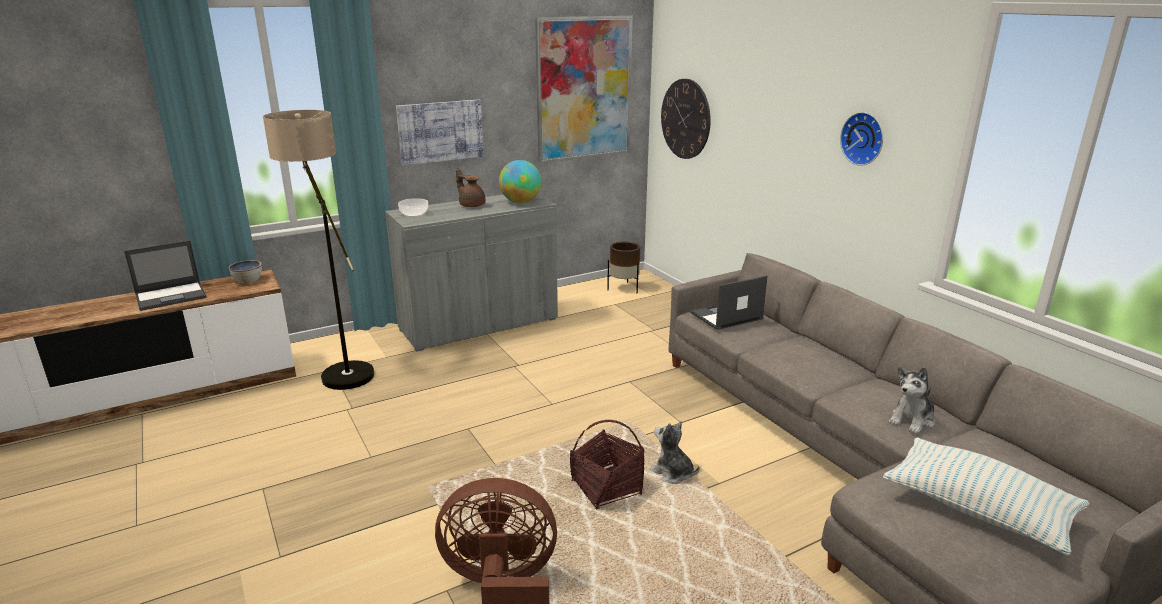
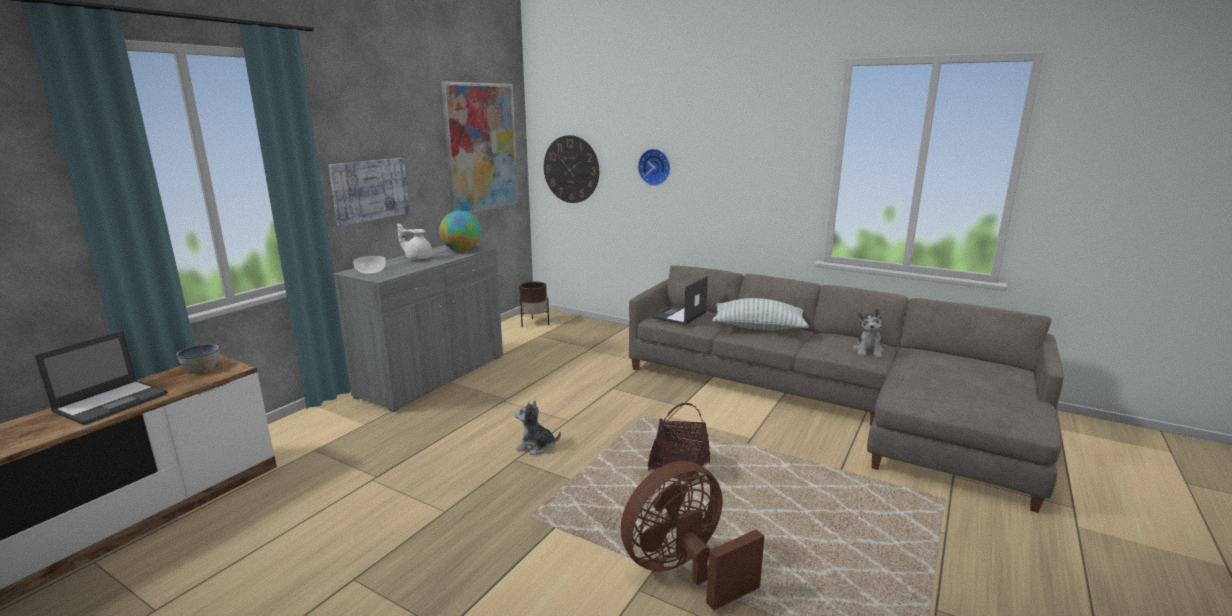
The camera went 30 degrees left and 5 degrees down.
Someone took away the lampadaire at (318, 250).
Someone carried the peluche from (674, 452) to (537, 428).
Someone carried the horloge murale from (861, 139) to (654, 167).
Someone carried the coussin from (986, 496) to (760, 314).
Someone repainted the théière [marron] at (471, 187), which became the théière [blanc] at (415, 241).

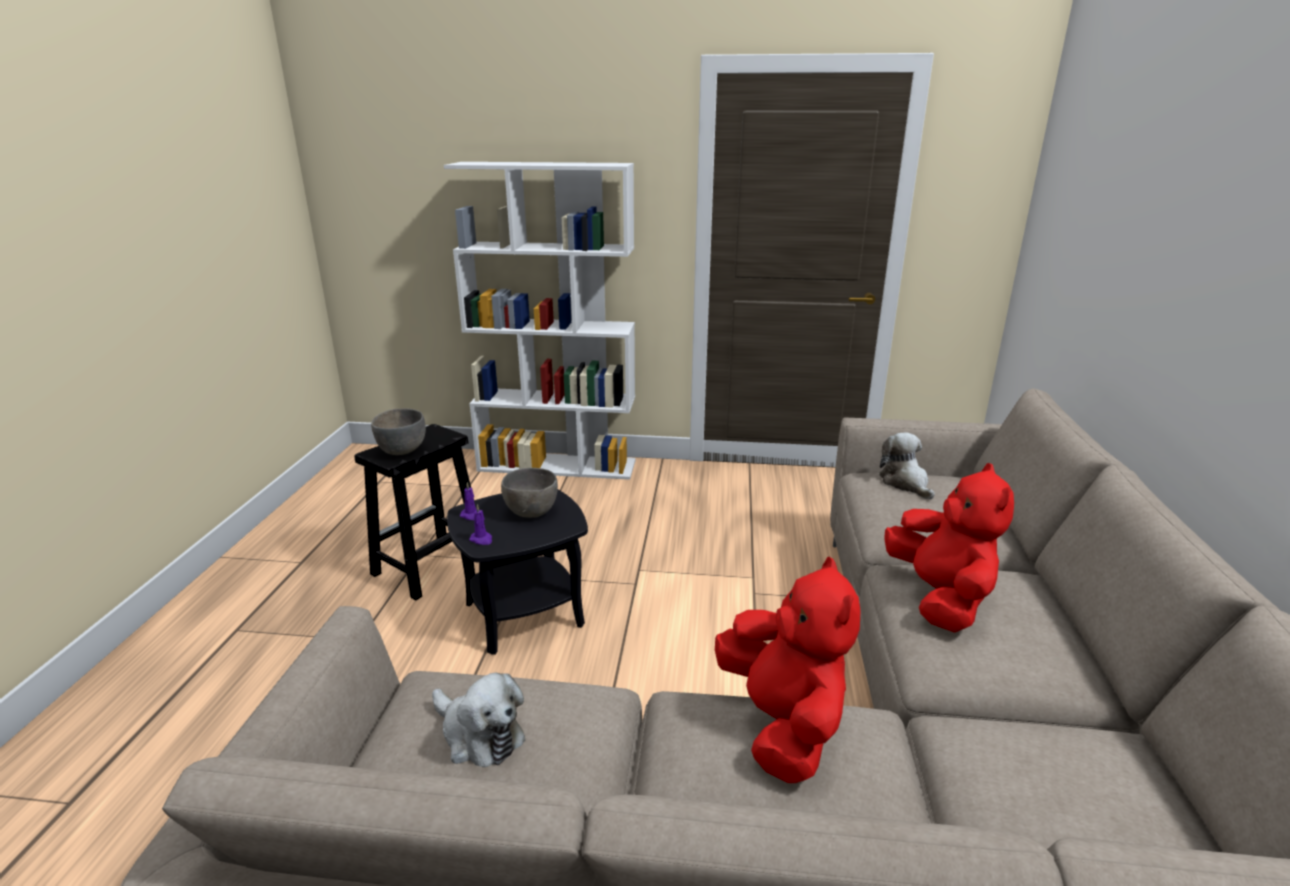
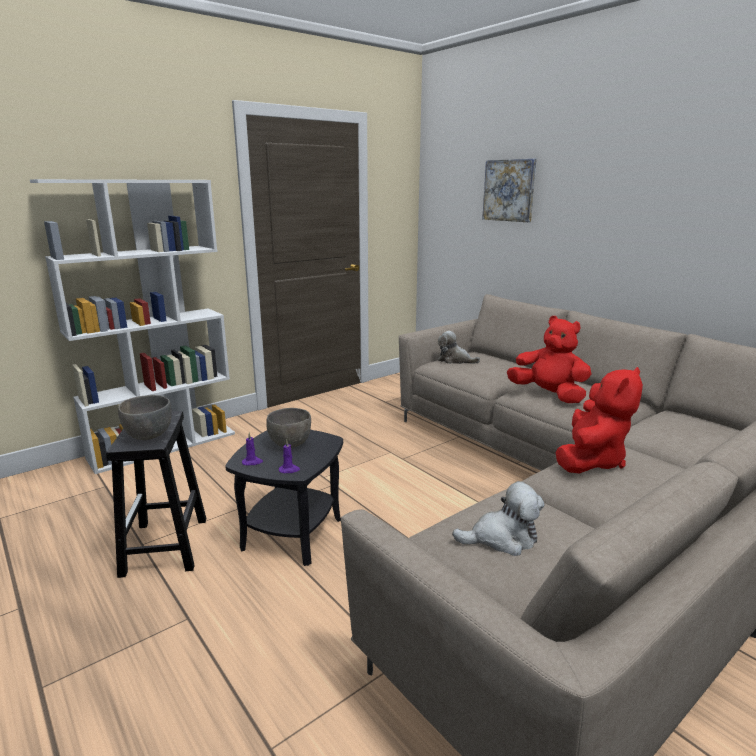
The camera went 45 degrees left and 5 degrees down.
Someone put up the tableau at (509, 190).
Someone rotated the peluche [rouge] at (788, 670) by 90 degrees clockwise.

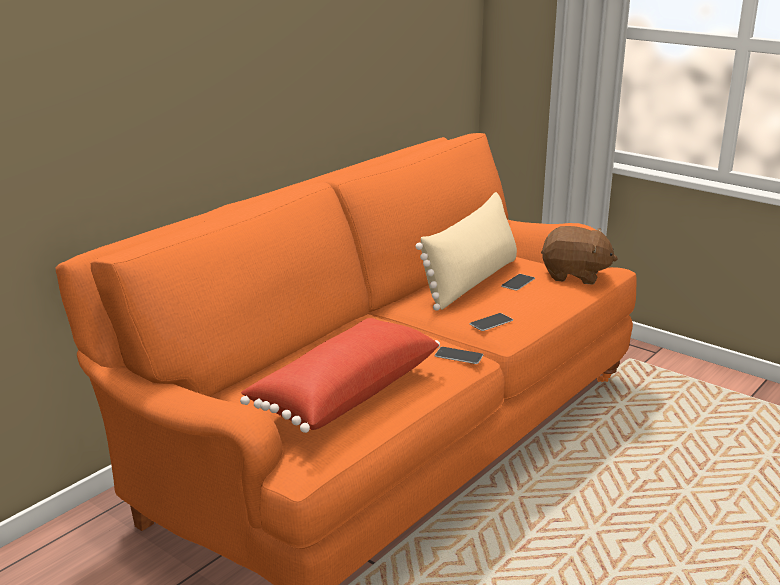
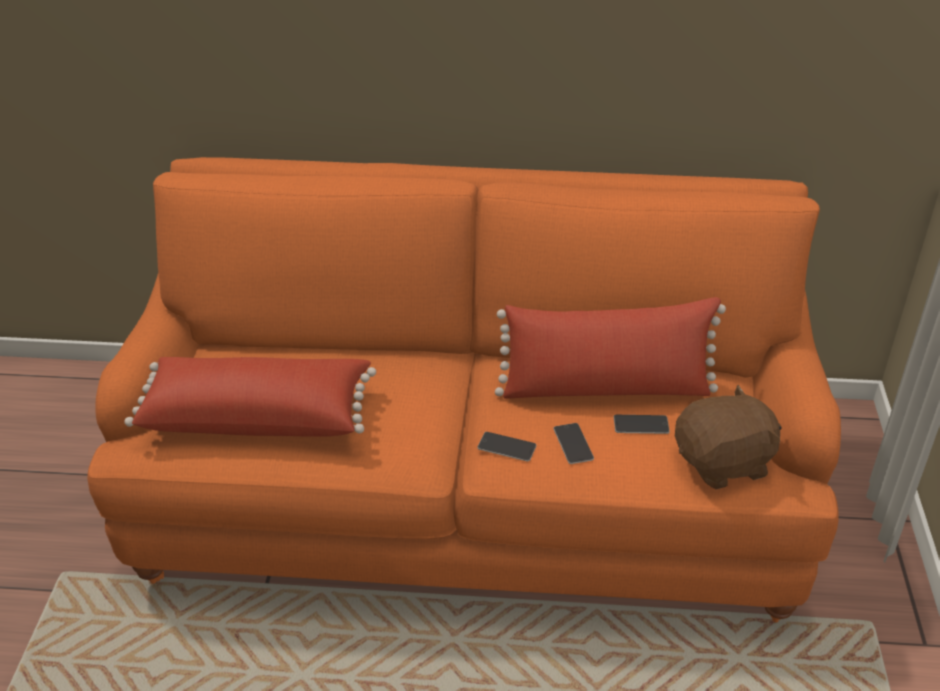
The camera went 55 degrees right and 15 degrees up.
Someone carried the téléphone from (459, 355) to (573, 443).
Someone repainted the coussin [beige] at (466, 251), which became the coussin [rouge] at (610, 348).
Someone rotated the peluche [marron] at (579, 255) by 90 degrees counterclockwise.

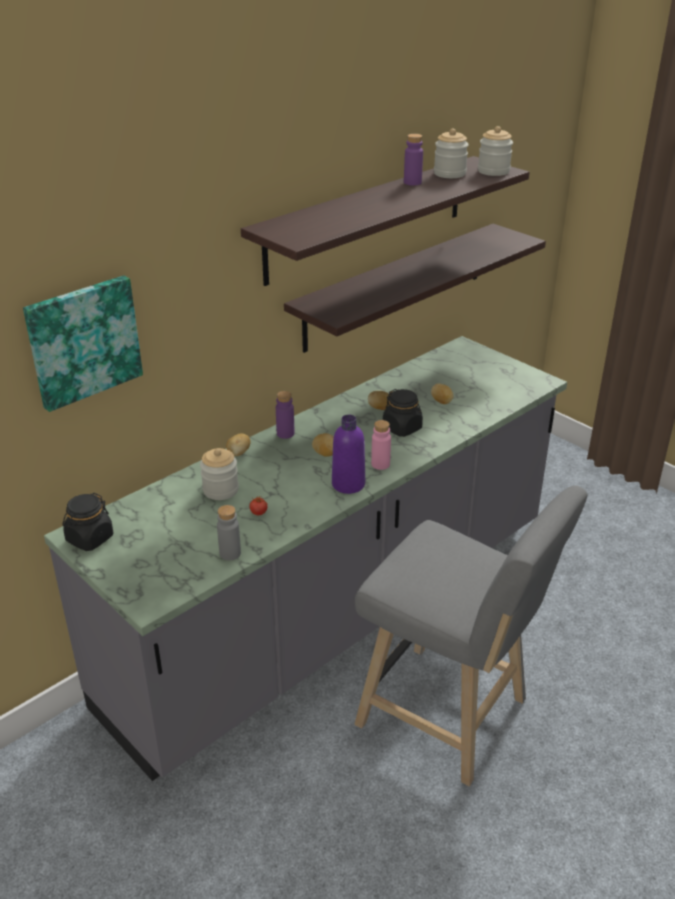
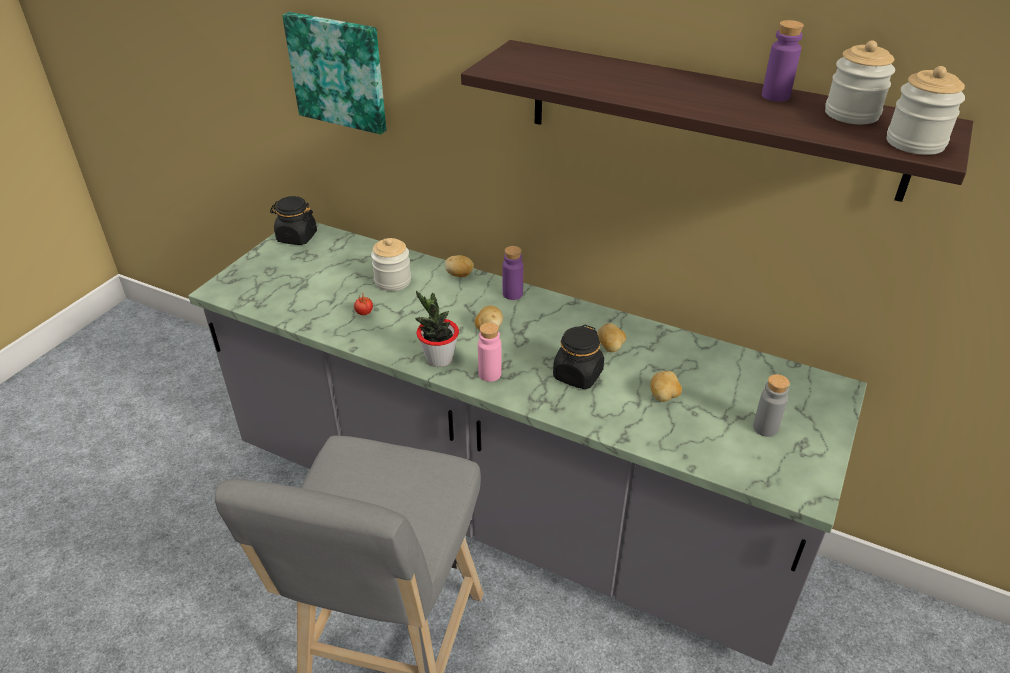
The camera went 70 degrees right and 5 degrees up.
Someone took away the étagère at (415, 288).
Someone carried the bouteille [gris] from (229, 532) to (771, 405).
Someone swapped the bouteille [violet] at (348, 454) for the plante en pot at (437, 328).

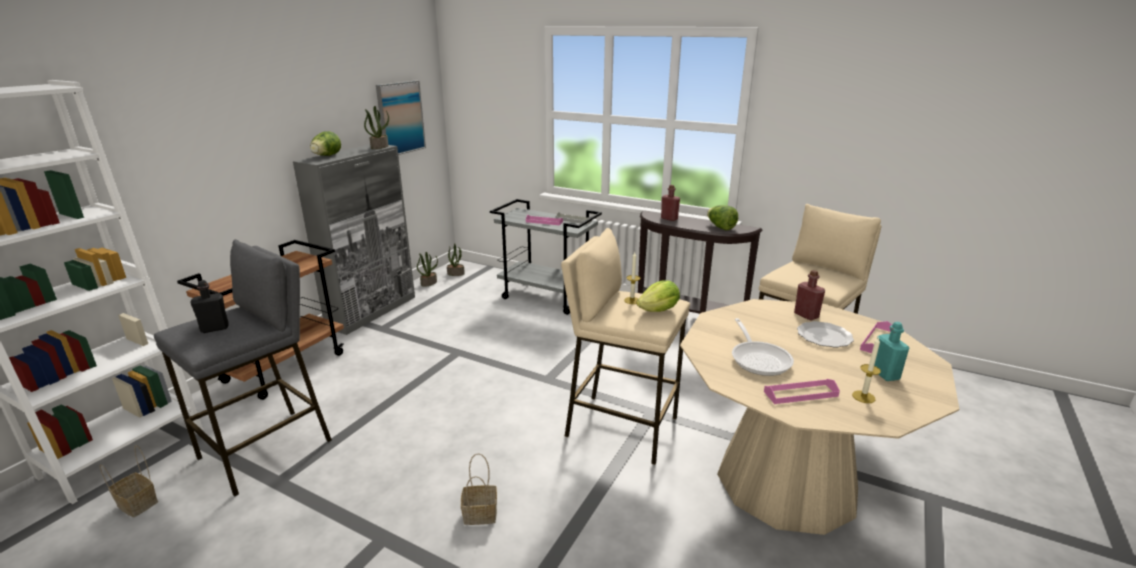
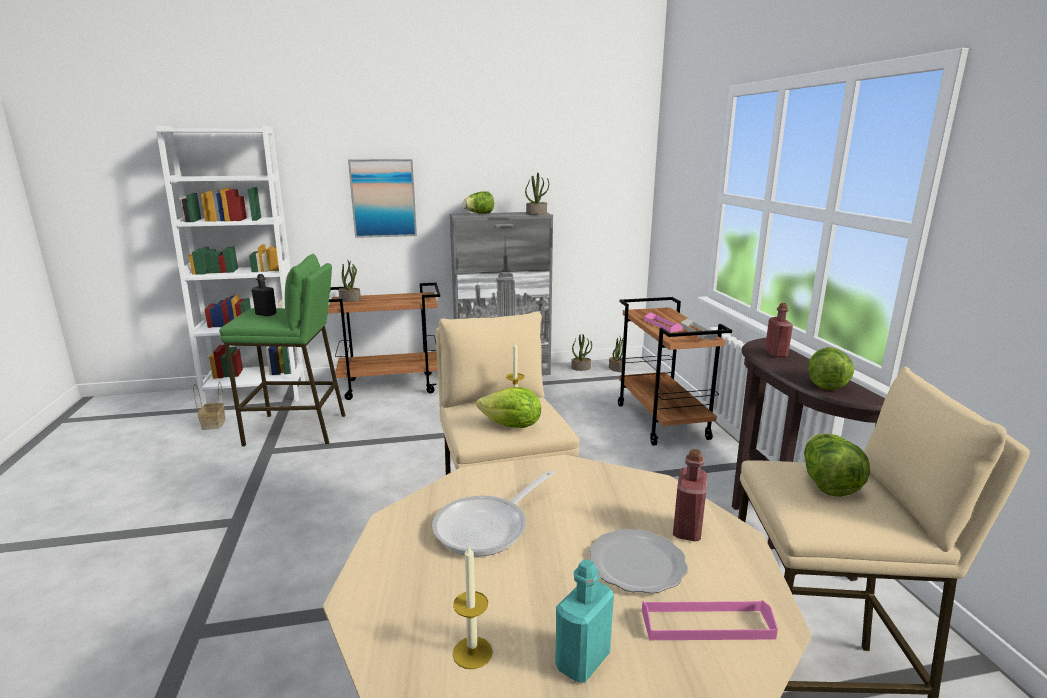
The camera went 50 degrees right and 5 degrees down.
Someone took away the panier at (479, 489).
Someone took away the plateau [rose] at (802, 391).
Someone put down the plante en pot at (349, 280).
Someone put down the laitue at (837, 465).
Someone carried the tableau from (401, 117) to (382, 198).
Someone repainted the tabouret [gris] at (243, 367), which became the tabouret [vert] at (282, 350).
Someone repainted the chariot [gris] at (546, 257), which became the chariot [marron] at (675, 371).

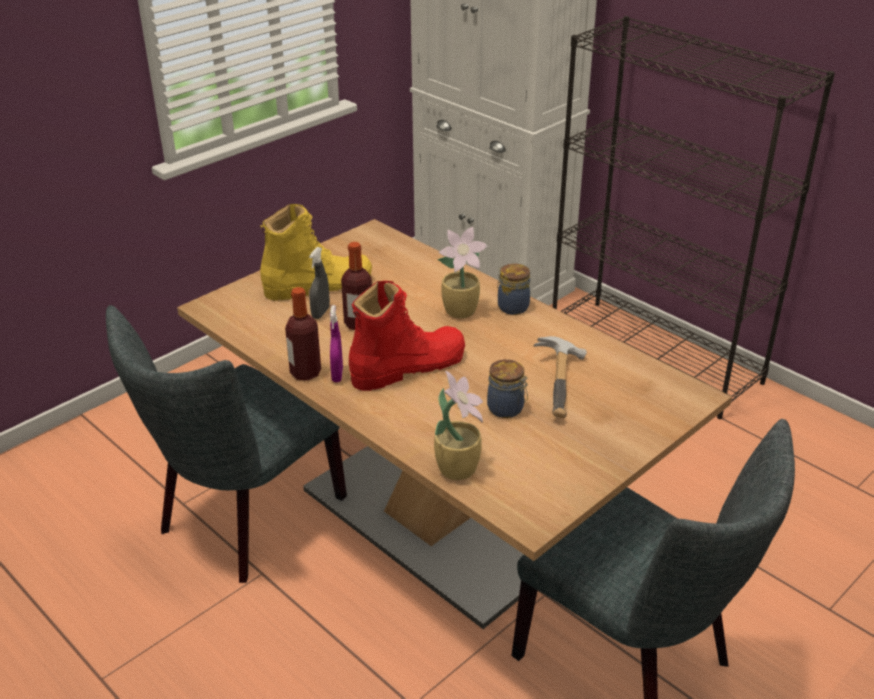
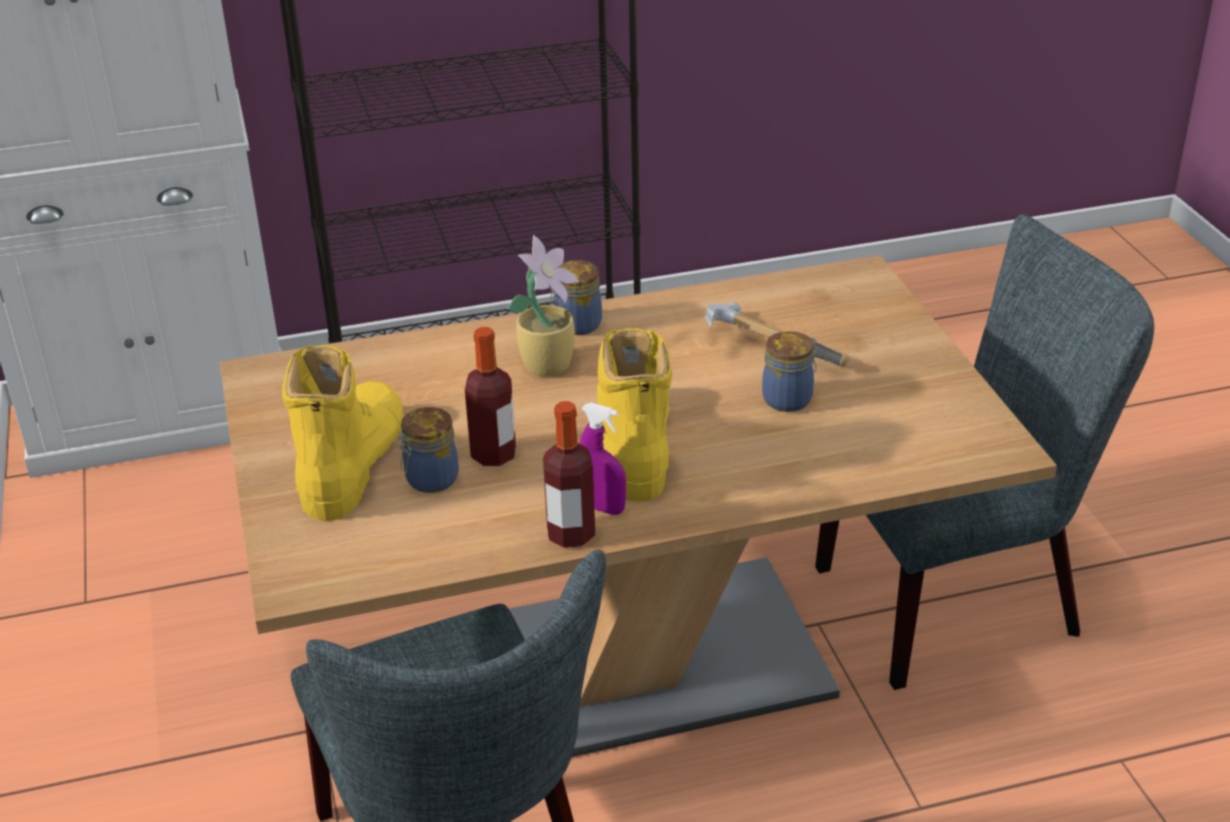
The camera went 60 degrees left and 0 degrees up.
Someone took away the plante en pot at (458, 425).
Someone swapped the vaporisateur [gris] at (319, 283) for the bocal at (429, 450).
Someone repainted the botte [rouge] at (407, 336), which became the botte [jaune] at (634, 414).

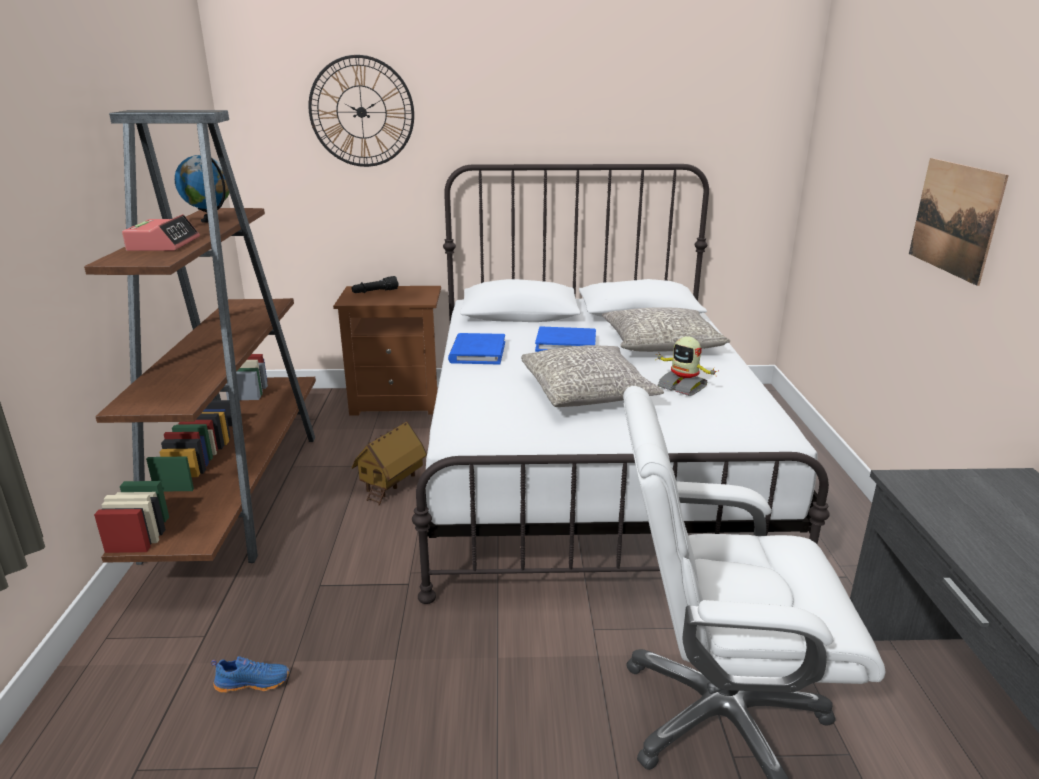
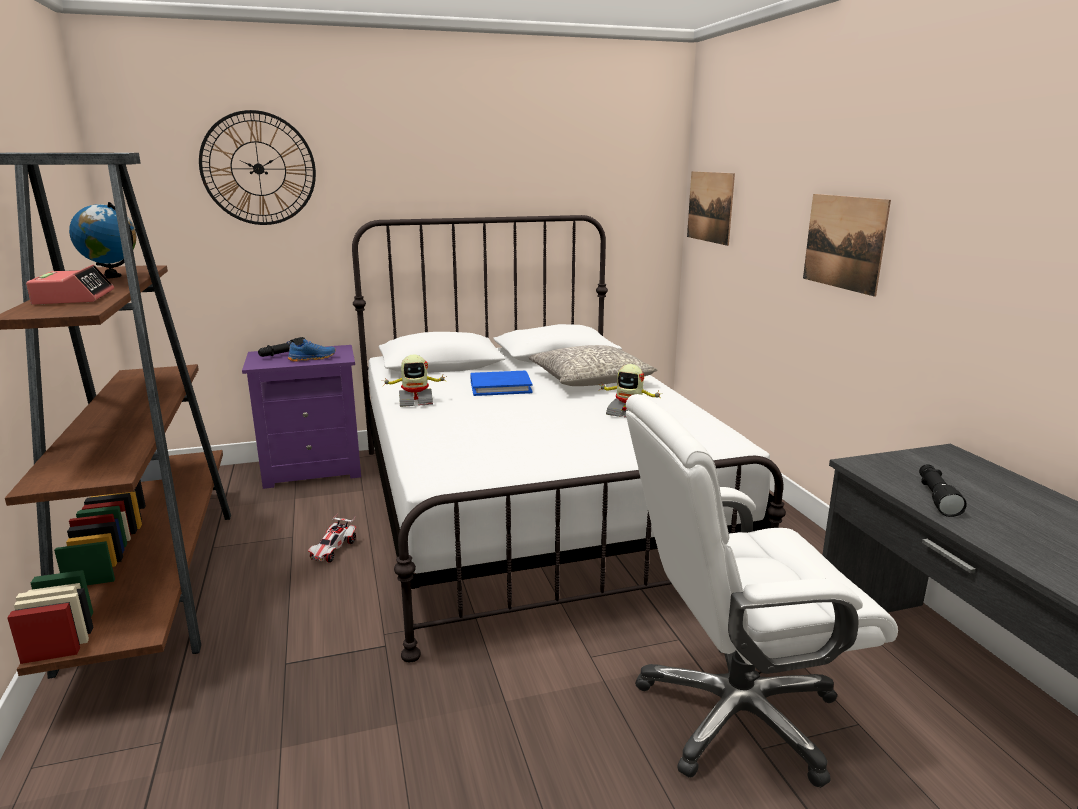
The camera went 15 degrees left and 5 degrees down.
Someone took away the coussin [gris] at (592, 376).
Someone put up the tableau at (711, 209).
Someone put down the lampe de poche [noir] at (943, 490).
Someone carried the chaussure [bleu] from (250, 674) to (311, 350).
Someone swapped the maison miniature at (389, 463) for the petite voiture at (332, 538).
Someone swapped the livre [bleu] at (476, 349) for the robot jouet at (415, 381).
Someone repainted the table de chevet [marron] at (387, 350), which became the table de chevet [violet] at (301, 417).

